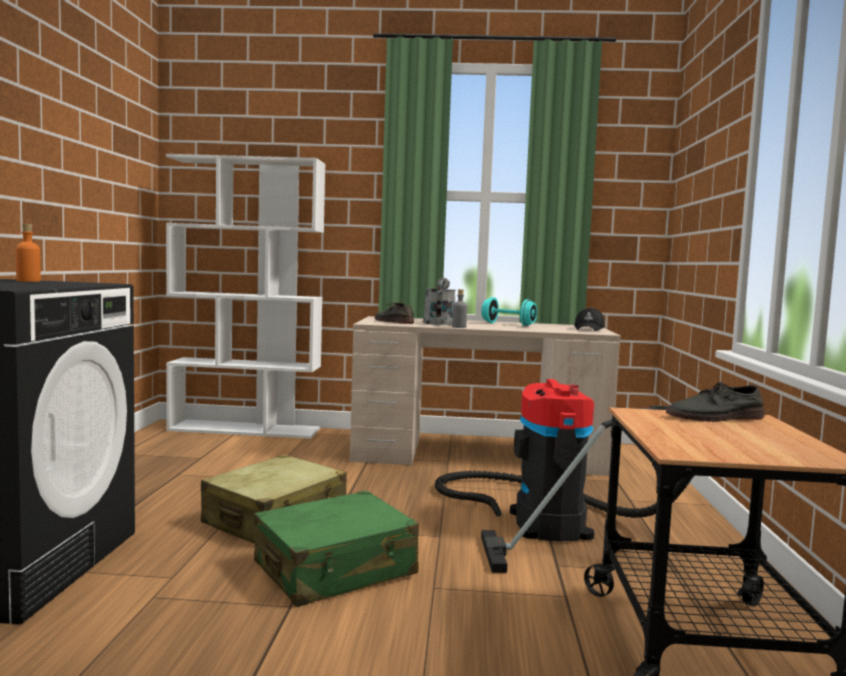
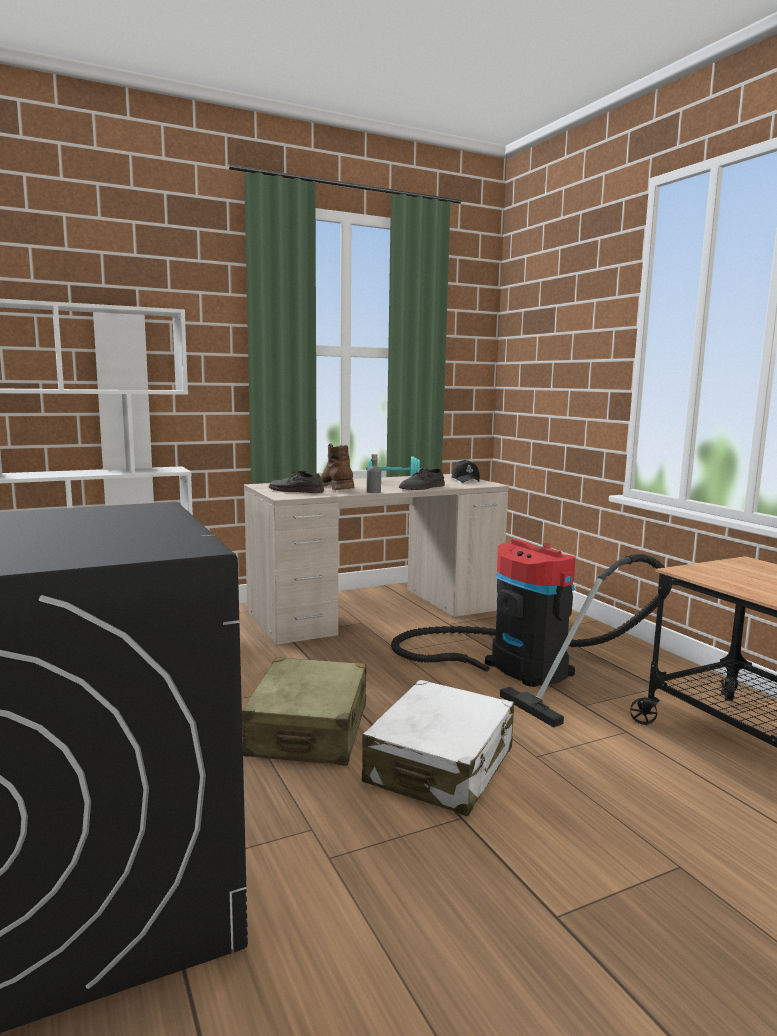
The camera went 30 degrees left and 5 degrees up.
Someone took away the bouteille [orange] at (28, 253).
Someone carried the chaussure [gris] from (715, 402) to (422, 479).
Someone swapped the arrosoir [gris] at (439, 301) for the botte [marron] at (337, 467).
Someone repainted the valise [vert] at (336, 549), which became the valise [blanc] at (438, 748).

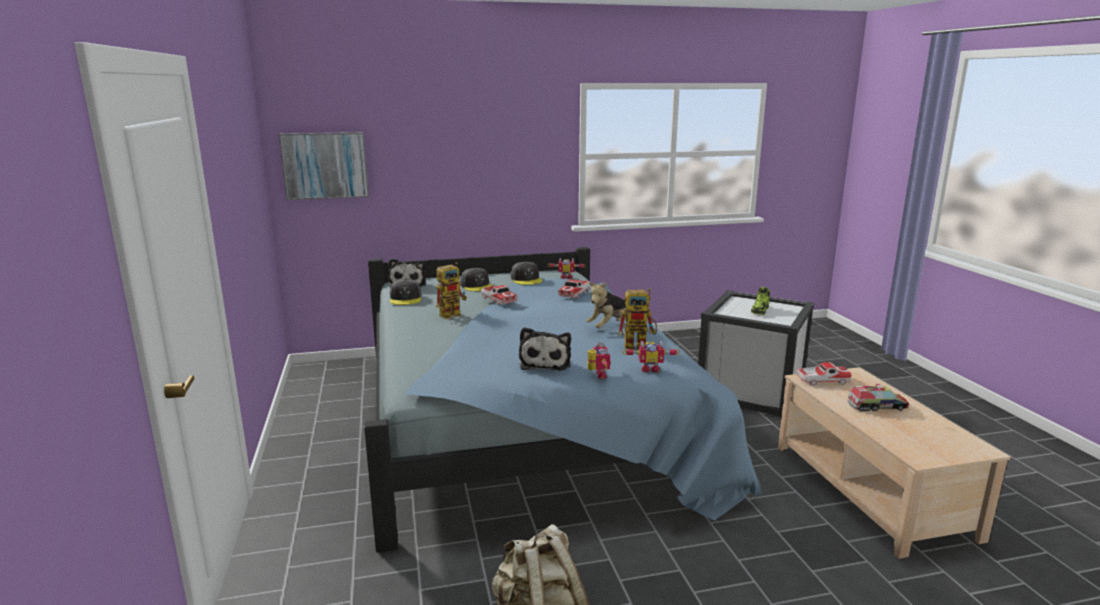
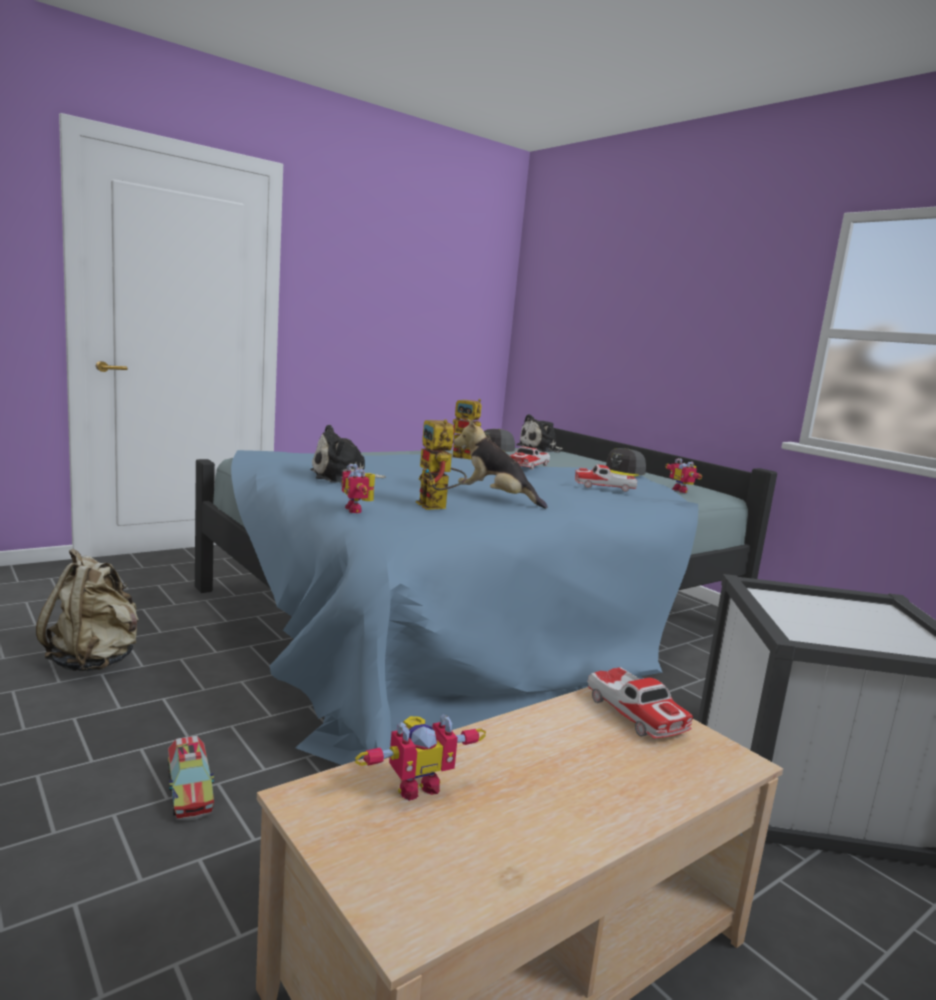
The camera went 65 degrees right and 5 degrees down.
Someone took away the tableau at (324, 166).
Someone took away the casquette [gris] at (476, 279).
Someone took away the chaussure at (760, 301).
Someone carried the robot jouet from (599, 360) to (420, 757).
Someone carried the camion jouet from (878, 397) to (191, 778).

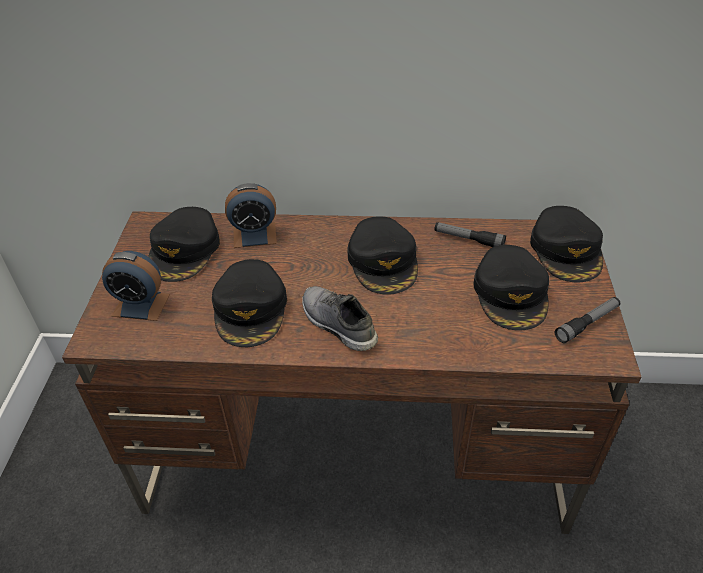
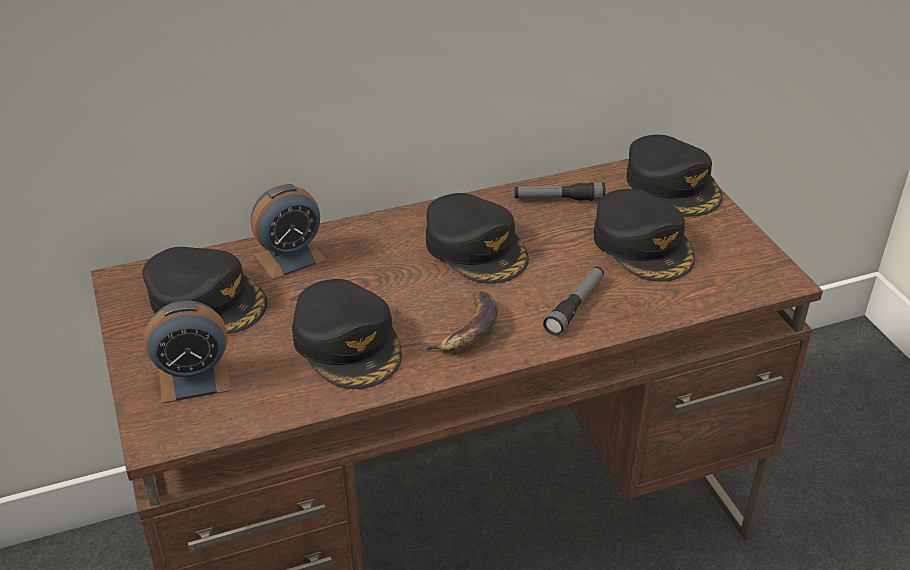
The camera went 25 degrees left and 5 degrees down.
Someone carried the lampe de poche from (587, 320) to (573, 301).
Someone swapped the chaussure [gris] at (340, 318) for the banane at (459, 321).
Someone rotated the casquette [noir] at (184, 244) by 45 degrees counterclockwise.

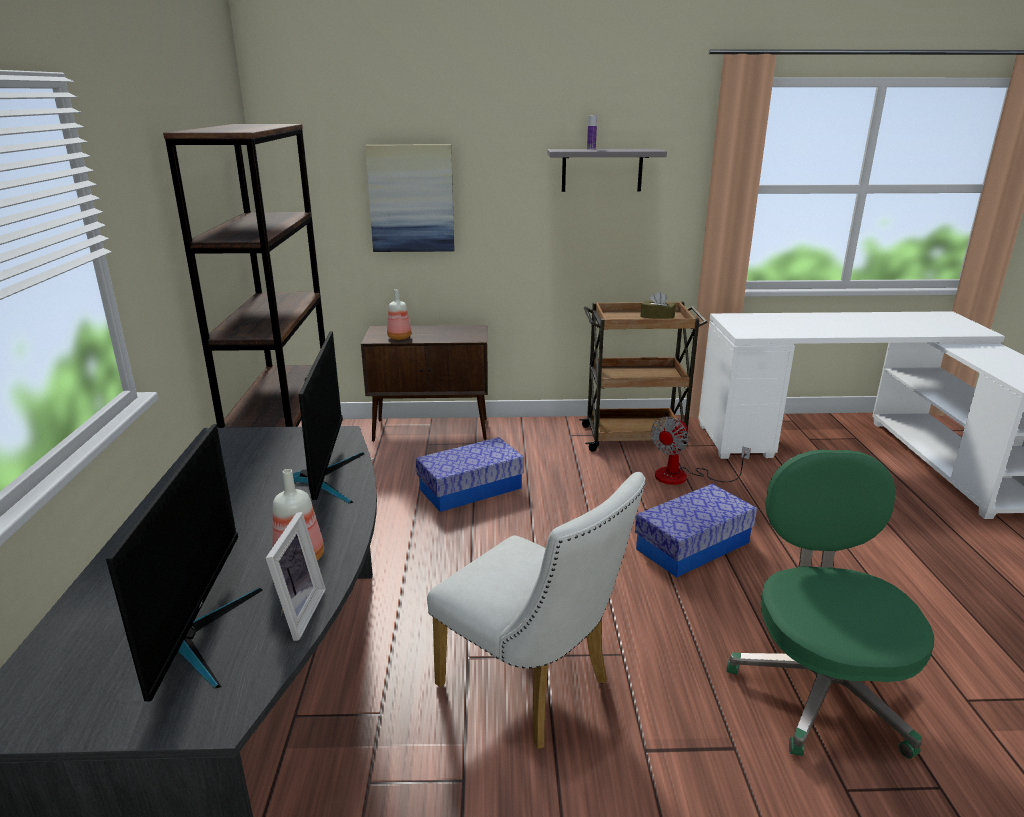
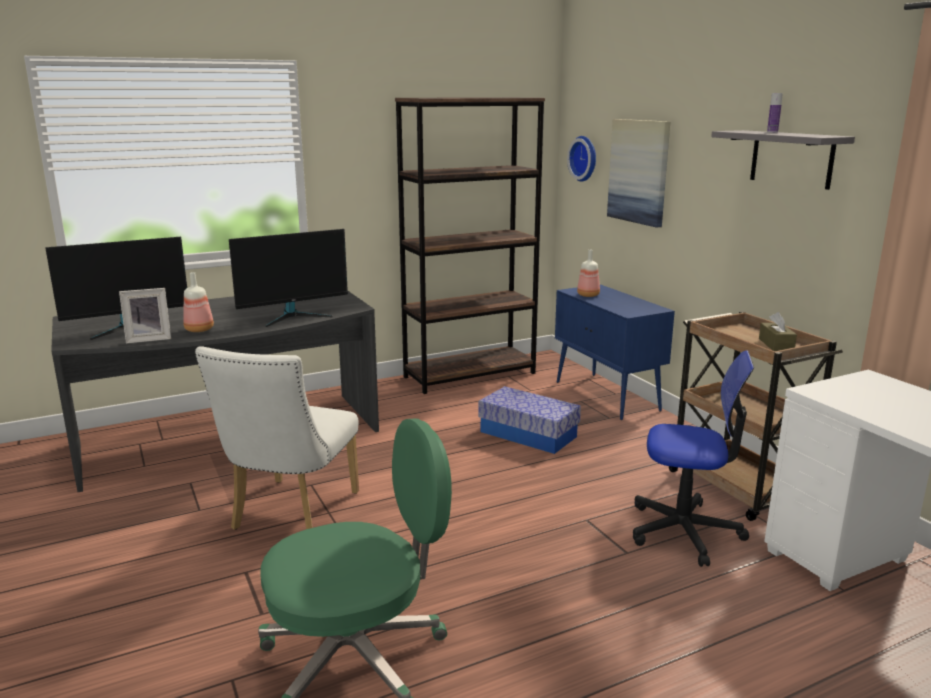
The camera went 65 degrees right and 5 degrees down.
Someone took away the boîte de rangement at (696, 531).
Someone put up the horloge murale at (581, 159).
Someone swapped the ventilateur at (701, 451) for the chaise de bureau at (693, 458).
Someone repainted the meuble de rangement [marron] at (424, 383), which became the meuble de rangement [bleu] at (615, 352).

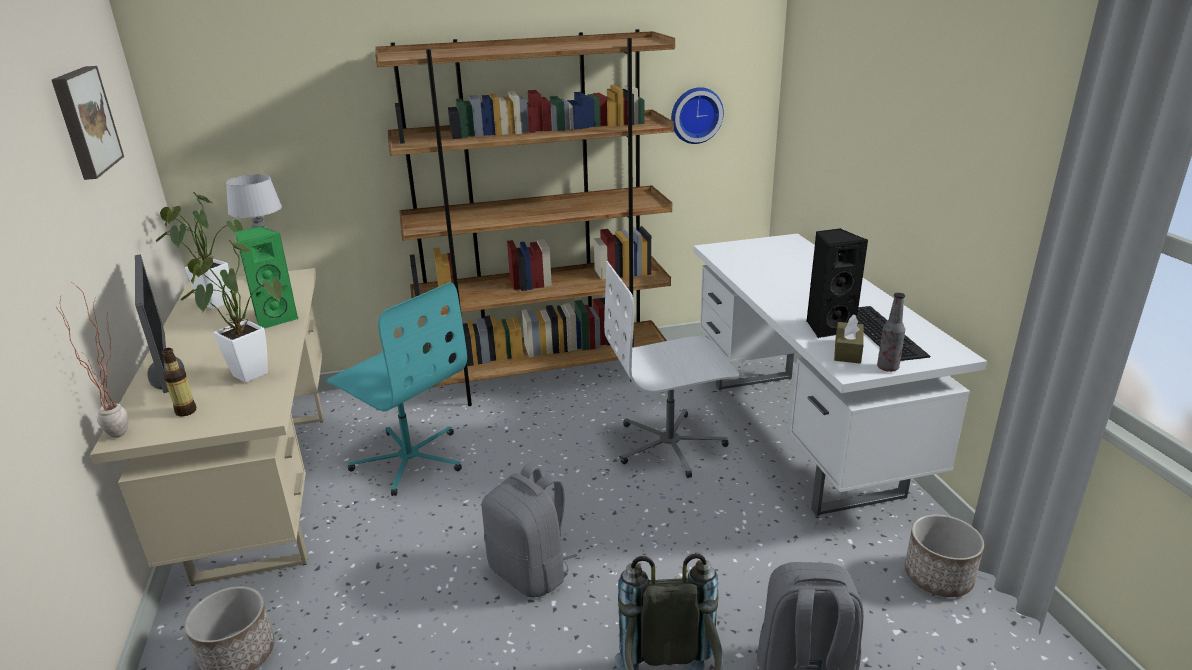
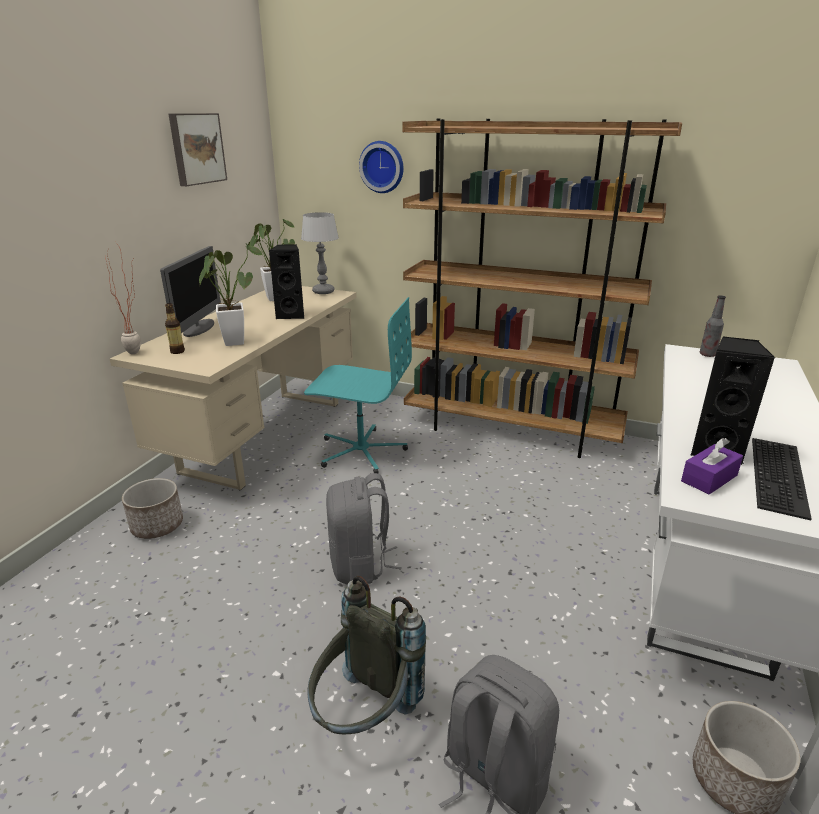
The camera went 35 degrees right and 0 degrees up.
Someone took away the chaise de bureau [blanc] at (671, 369).
Someone carried the horloge murale from (697, 115) to (381, 167).
Someone carried the bouteille from (891, 332) to (713, 326).
Someone repainted the enceinte [vert] at (266, 277), which became the enceinte [noir] at (286, 281).
Someone repainted the boîte à mouchoirs [marron] at (849, 338), which became the boîte à mouchoirs [violet] at (712, 466).
Someone rotated the chaise de bureau [turquoise] at (396, 389) by 60 degrees counterclockwise.

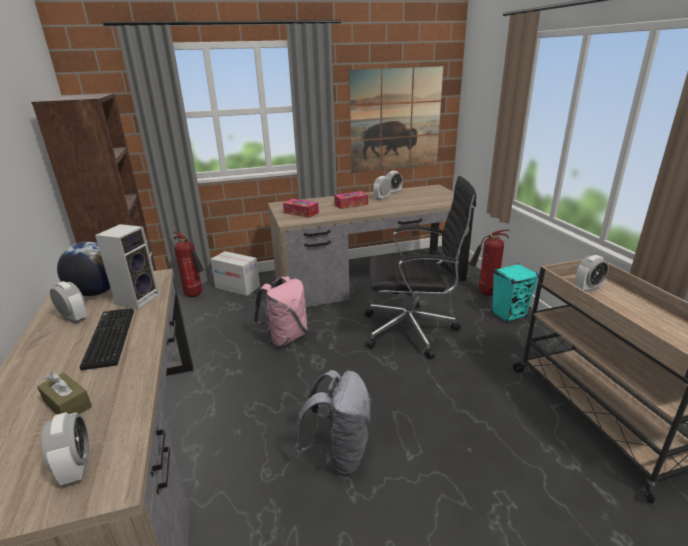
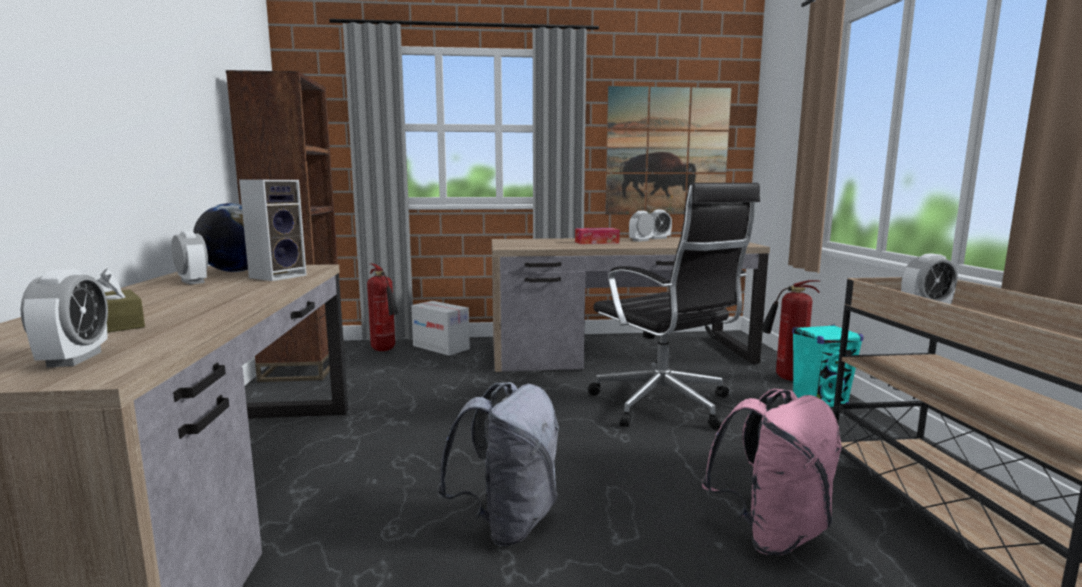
The camera went 10 degrees right and 15 degrees down.
Someone took away the clavier at (107, 339).
Someone took away the boîte à mouchoirs at (301, 208).
Someone carried the sac à dos [rose] from (281, 311) to (772, 471).
Someone rotated the chaise de bureau [noir] at (420, 267) by 45 degrees clockwise.

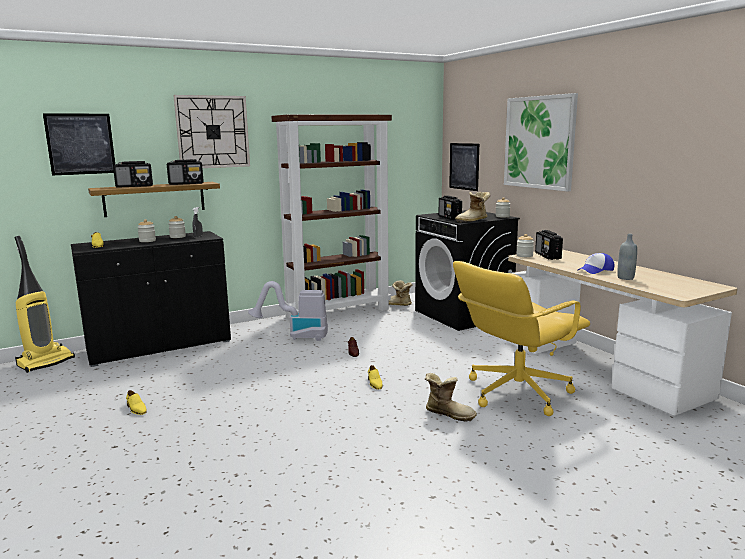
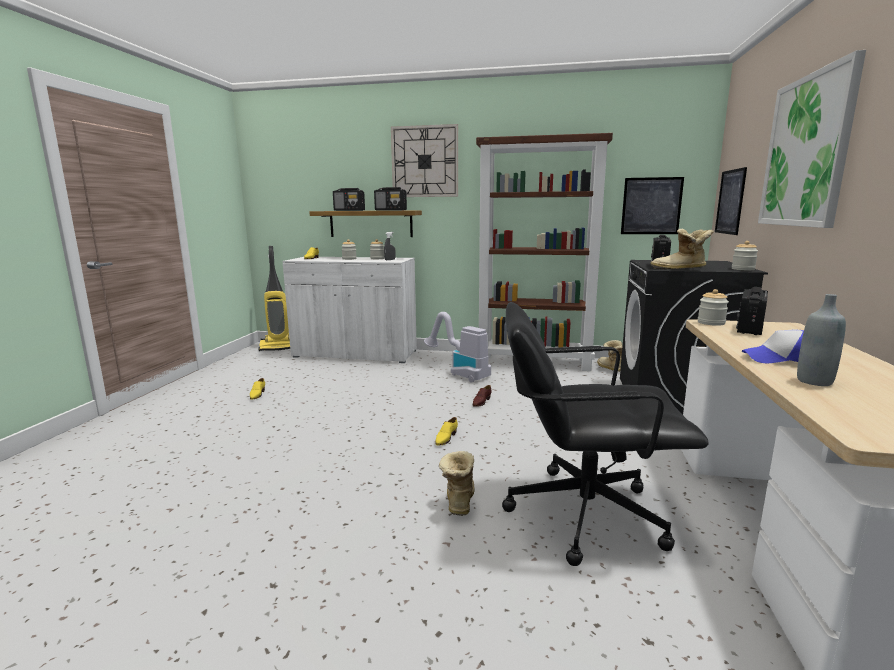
The camera went 40 degrees right and 0 degrees up.
Someone carried the tableau from (79, 145) to (652, 205).
Someone repainted the meuble de rangement [noir] at (151, 299), which became the meuble de rangement [blanc] at (349, 310).
Someone repainted the chaise de bureau [jaune] at (521, 338), which became the chaise de bureau [noir] at (605, 434).
Someone rotated the botte at (451, 397) by 150 degrees counterclockwise.

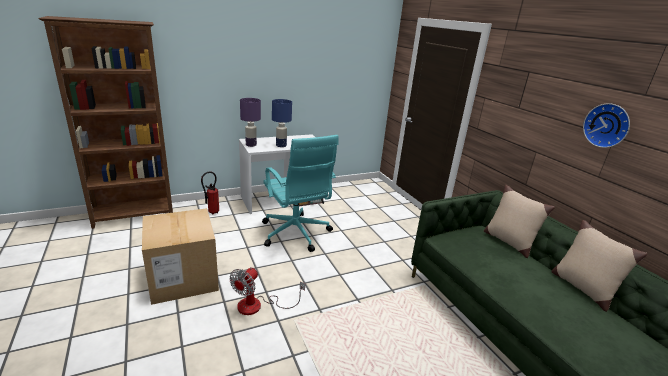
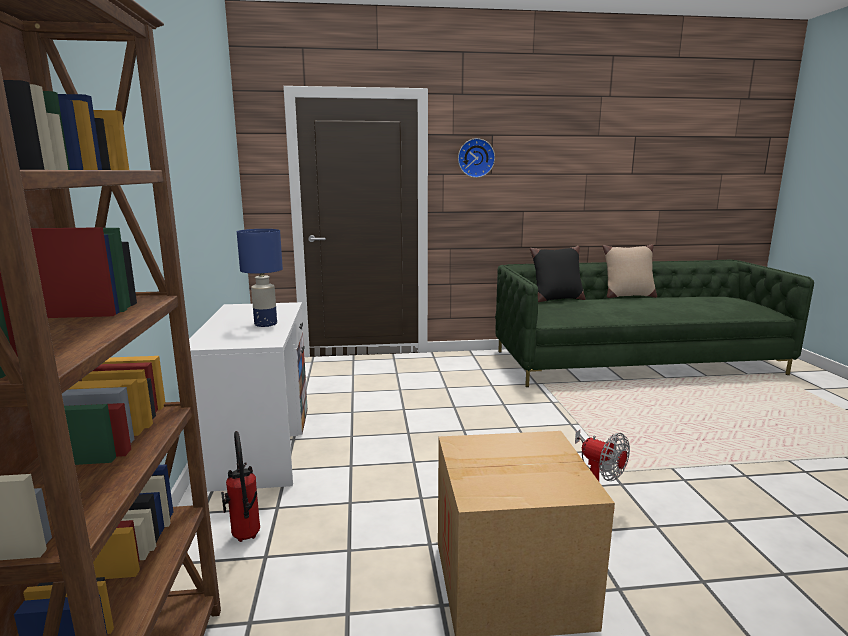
The camera went 70 degrees left and 10 degrees down.
Someone took away the lampe de table [violet] at (250, 122).
Someone took away the chaise de bureau [turquoise] at (300, 193).
Someone carried the horloge murale from (606, 125) to (476, 158).
Someone repainted the coussin [beige] at (519, 221), which became the coussin [noir] at (557, 274).

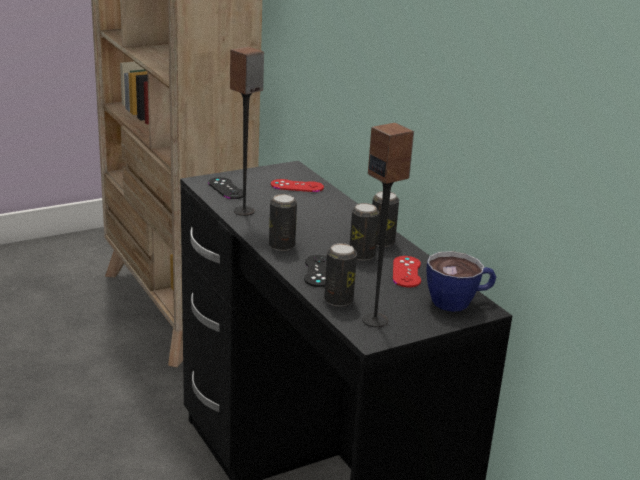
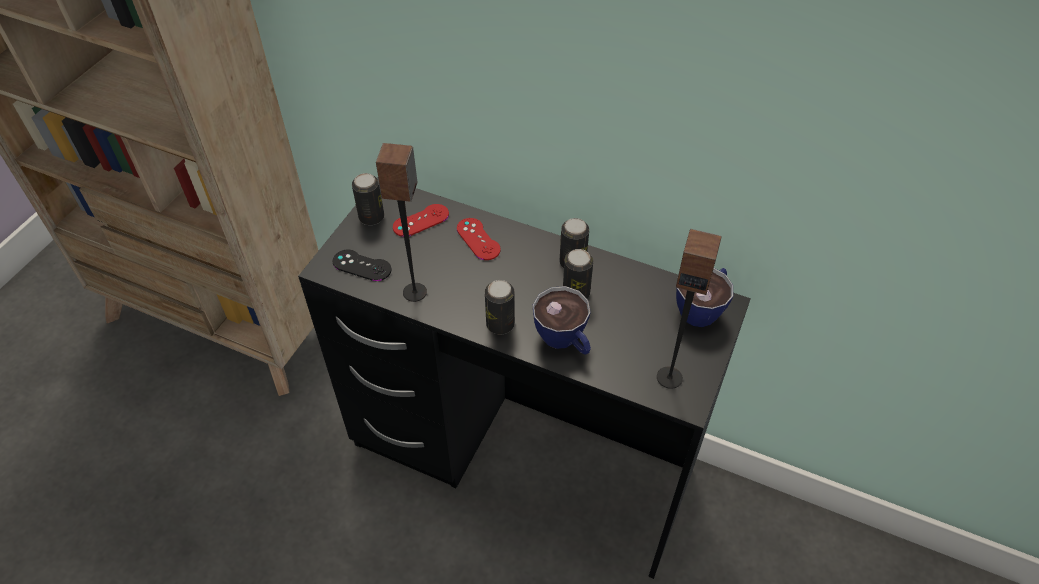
The camera went 35 degrees left and 25 degrees up.
Someone carried the boîte métallique from (340, 275) to (368, 199).
Someone carried the manette [rouge] from (407, 271) to (479, 239).
Someone swapped the manette [noir] at (315, 271) for the tasse at (562, 320).

